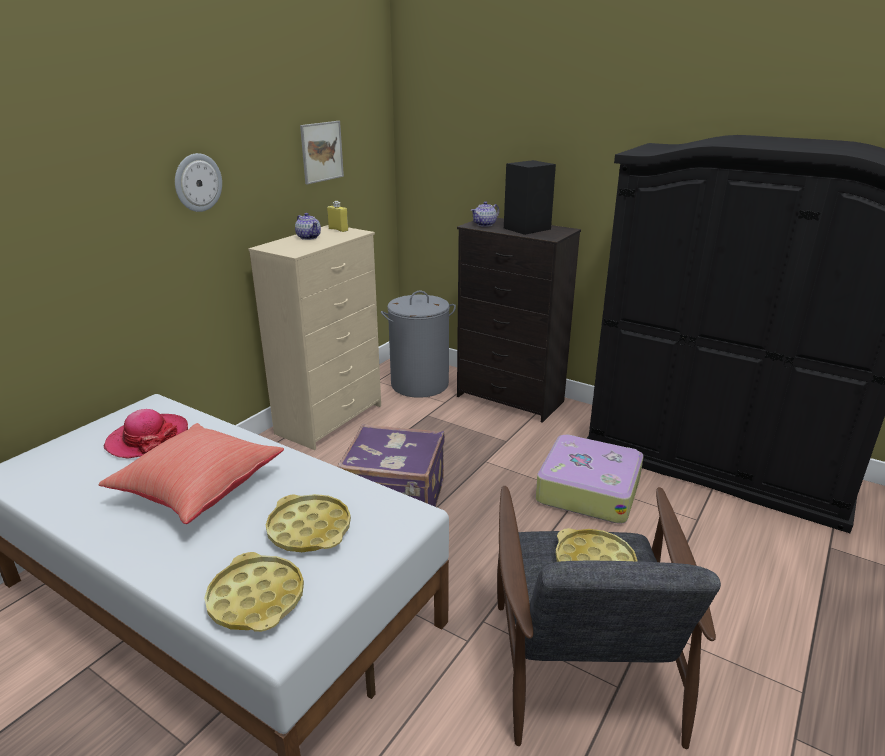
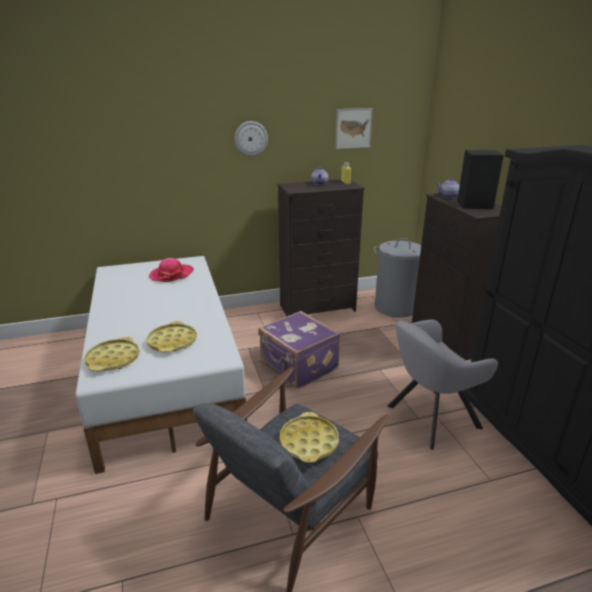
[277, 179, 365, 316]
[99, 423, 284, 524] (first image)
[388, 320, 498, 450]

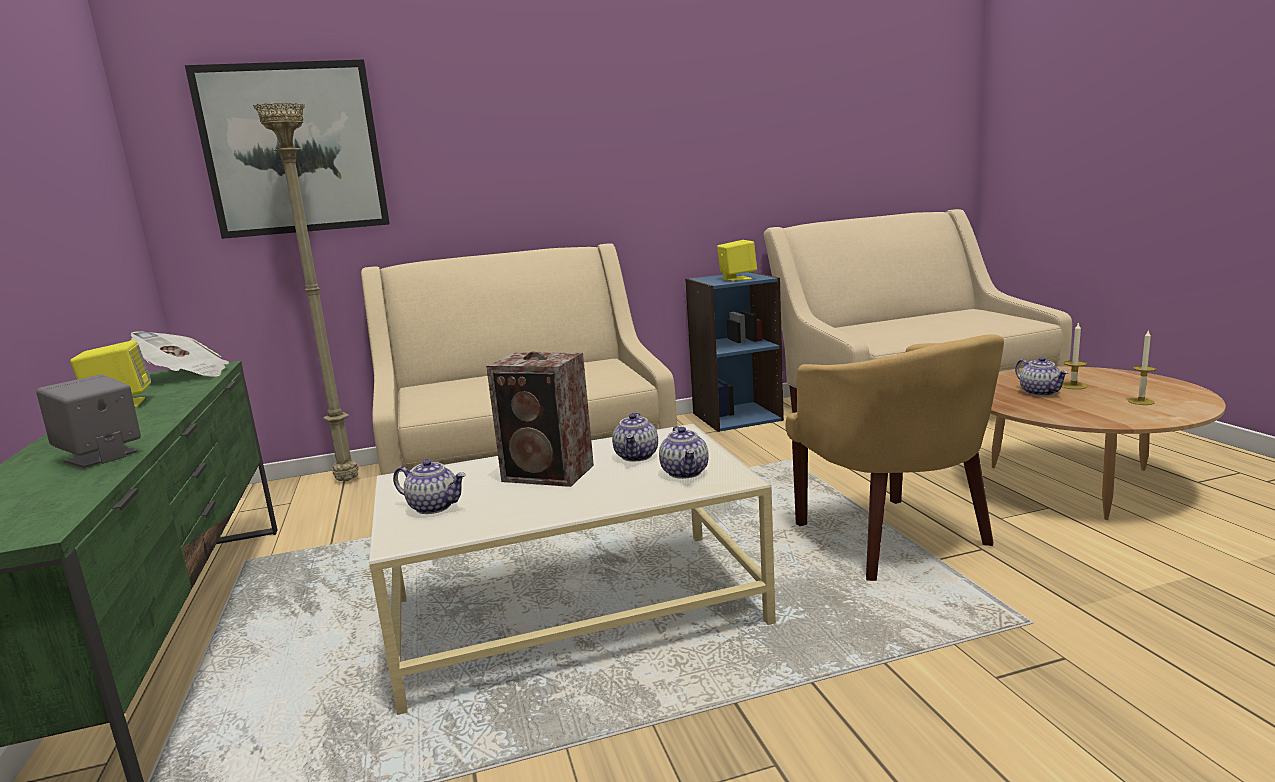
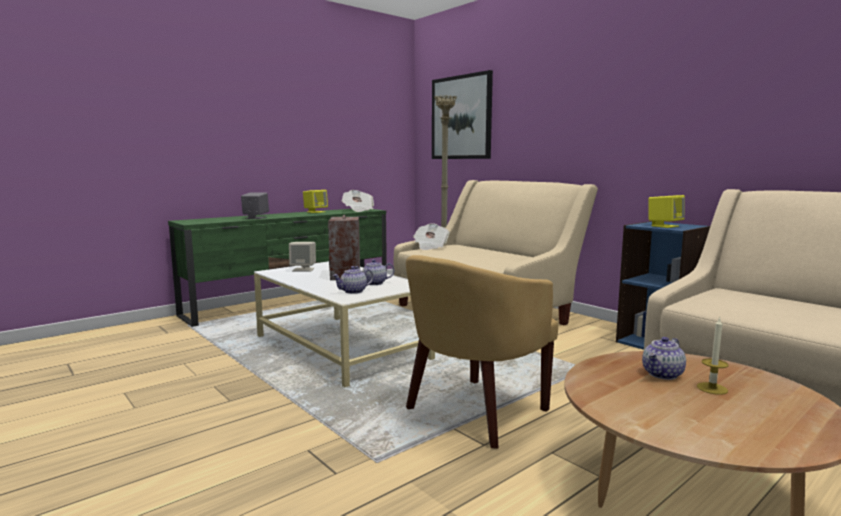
[1128, 330, 1156, 405] (first image)
[289, 242, 316, 272]
[413, 223, 450, 250]

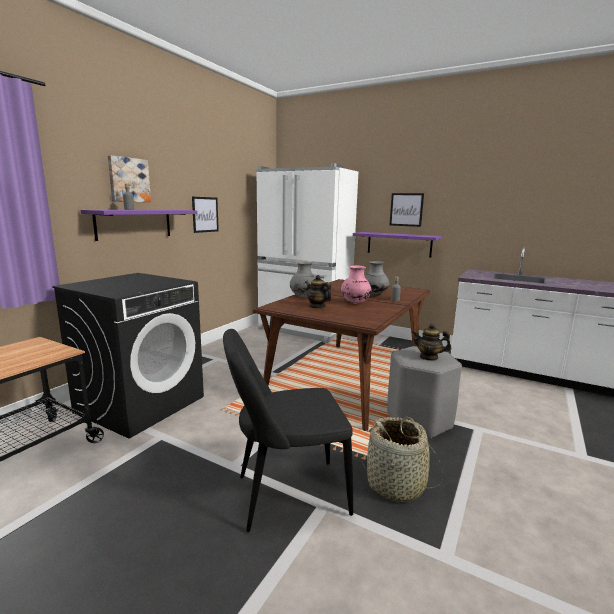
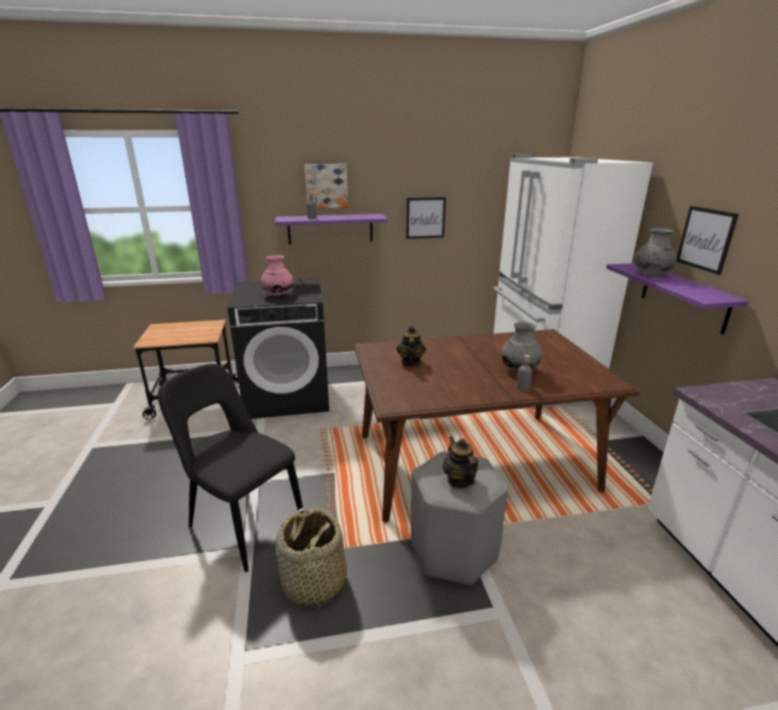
[635, 228, 677, 277]
[261, 255, 293, 296]

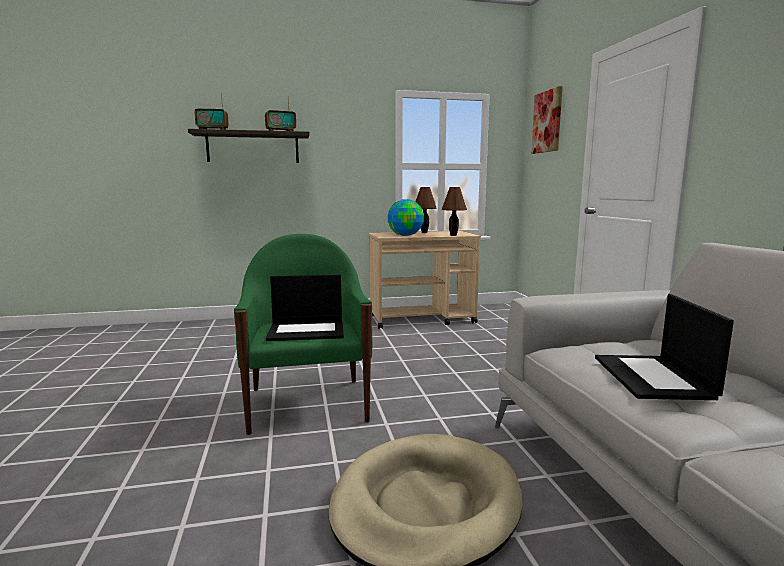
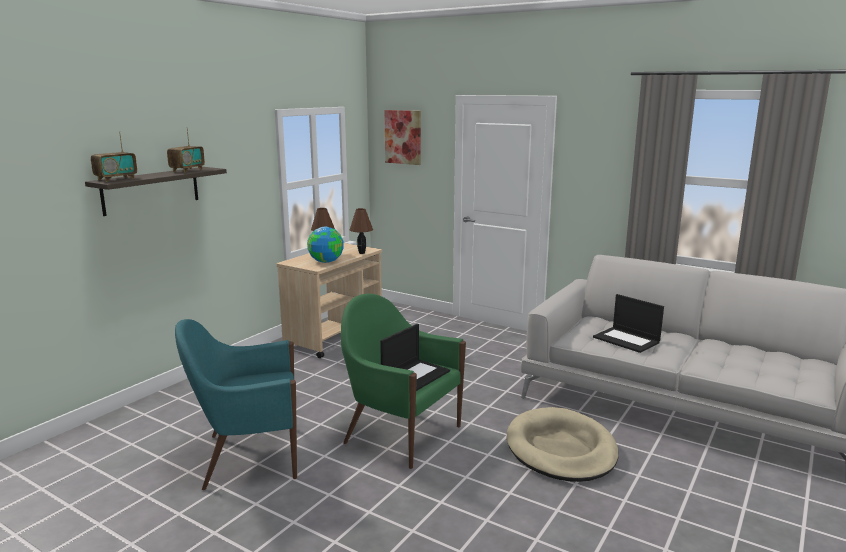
[175, 319, 297, 490]

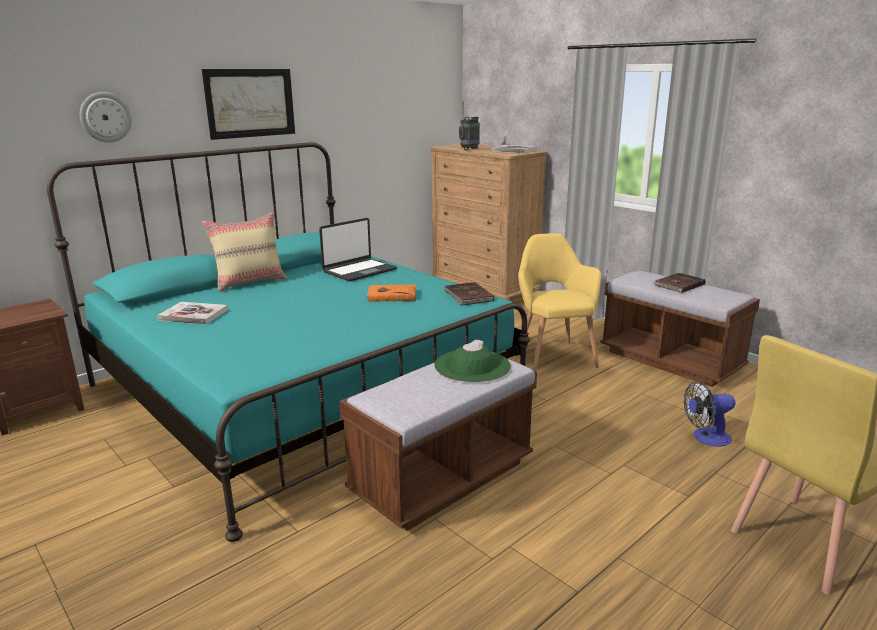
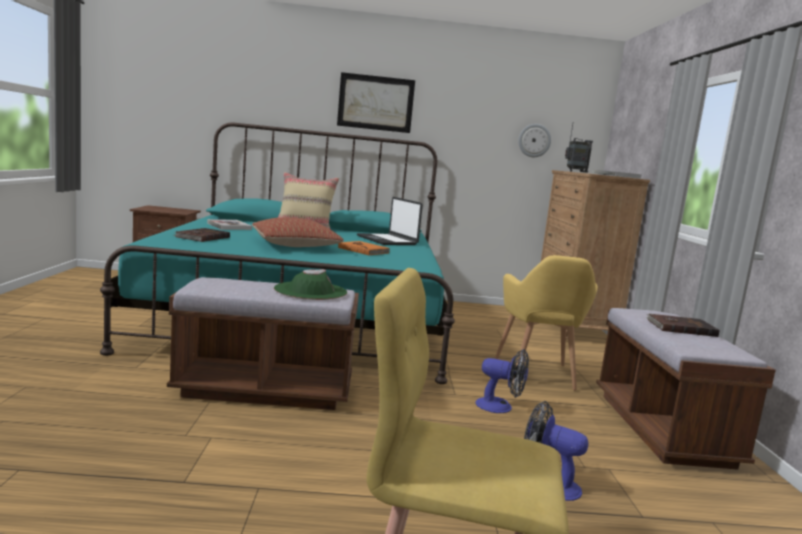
[518, 124, 551, 157]
[357, 197, 423, 245]
[495, 255, 598, 391]
[174, 228, 230, 242]
[252, 217, 344, 247]
[475, 349, 529, 413]

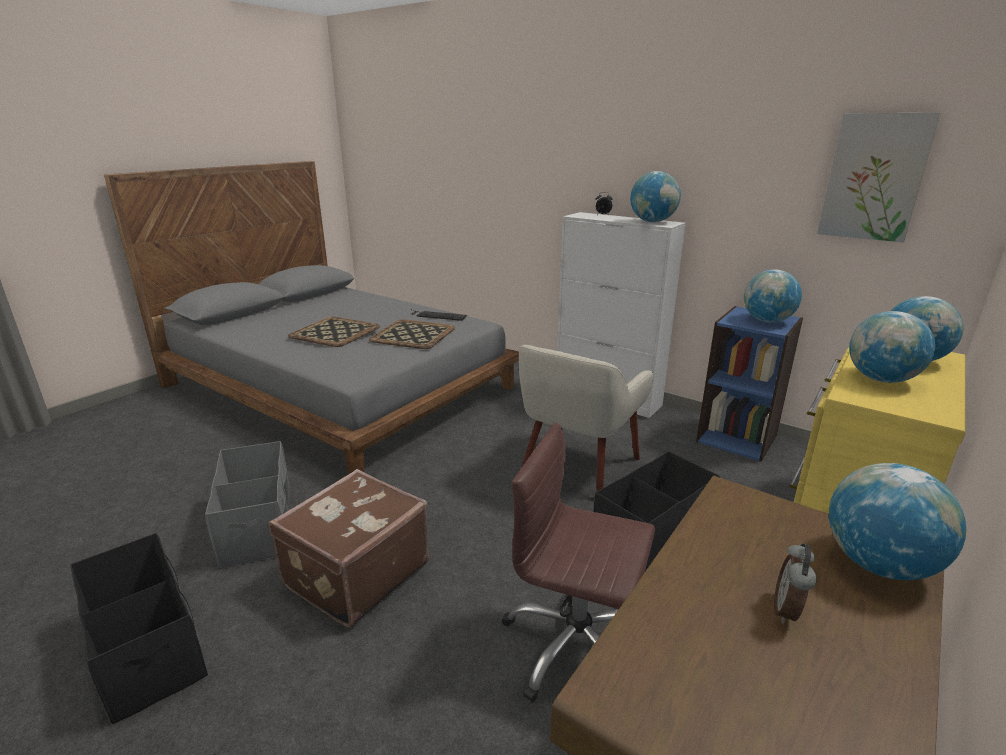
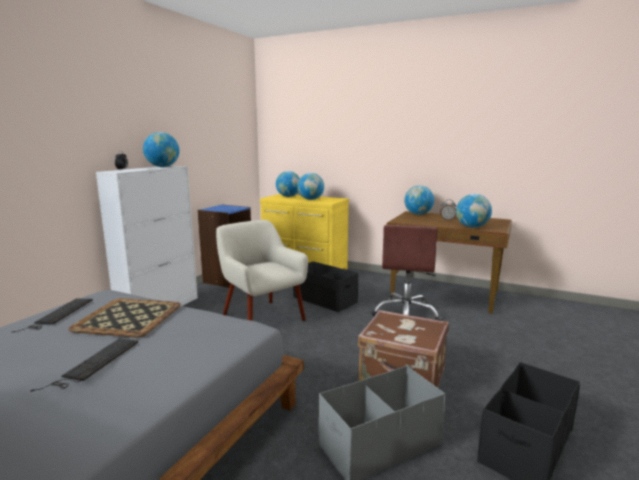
[817, 113, 941, 243] (first image)
[456, 194, 492, 228]
[30, 339, 138, 391]
[216, 220, 308, 321]

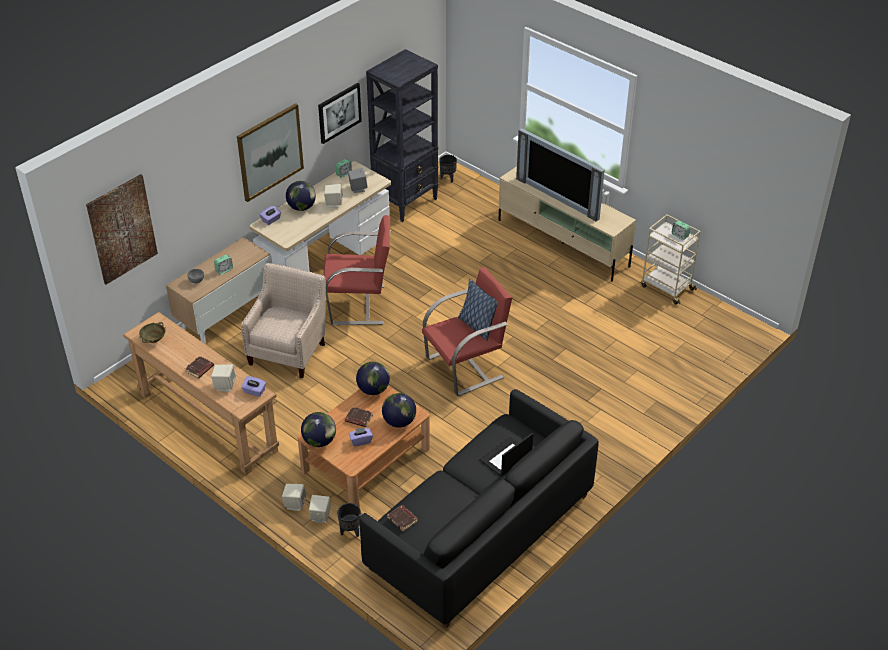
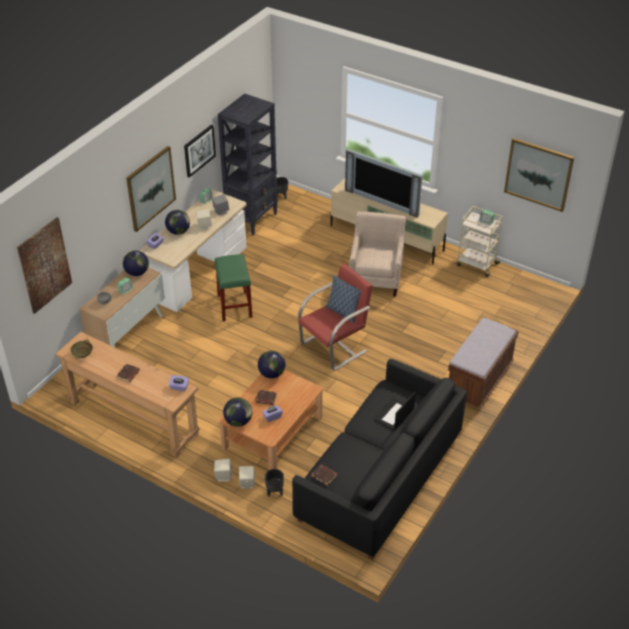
[215, 254, 252, 321]
[349, 211, 406, 297]
[211, 364, 236, 392] (first image)
[123, 251, 149, 276]
[504, 138, 574, 212]
[448, 317, 519, 409]

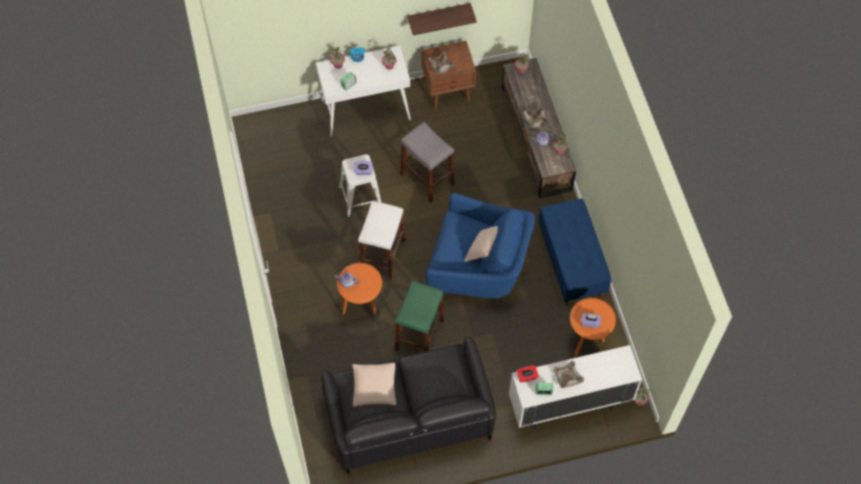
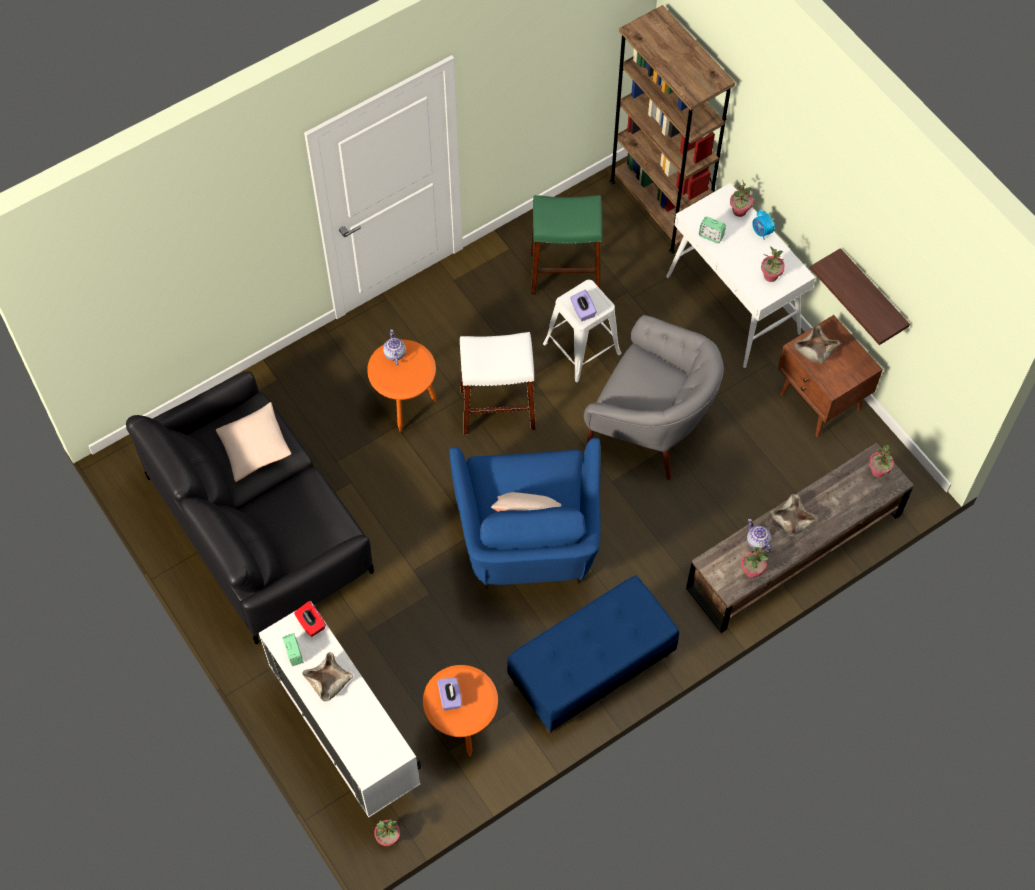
[584, 315, 724, 480]
[531, 195, 602, 295]
[610, 5, 735, 254]

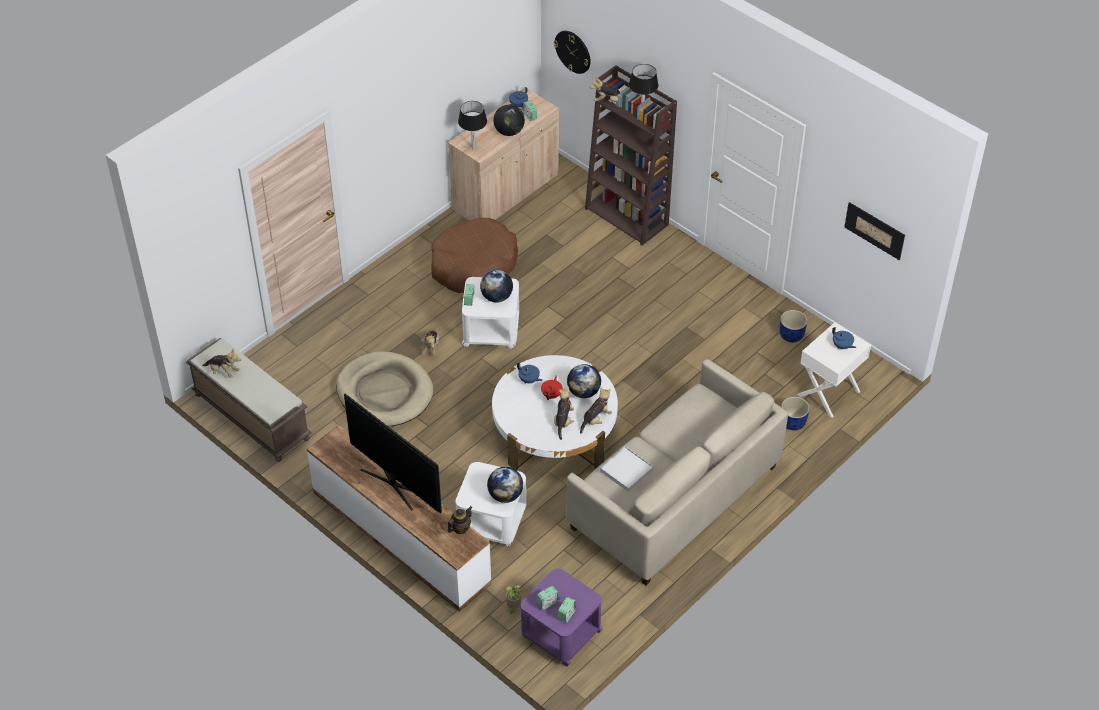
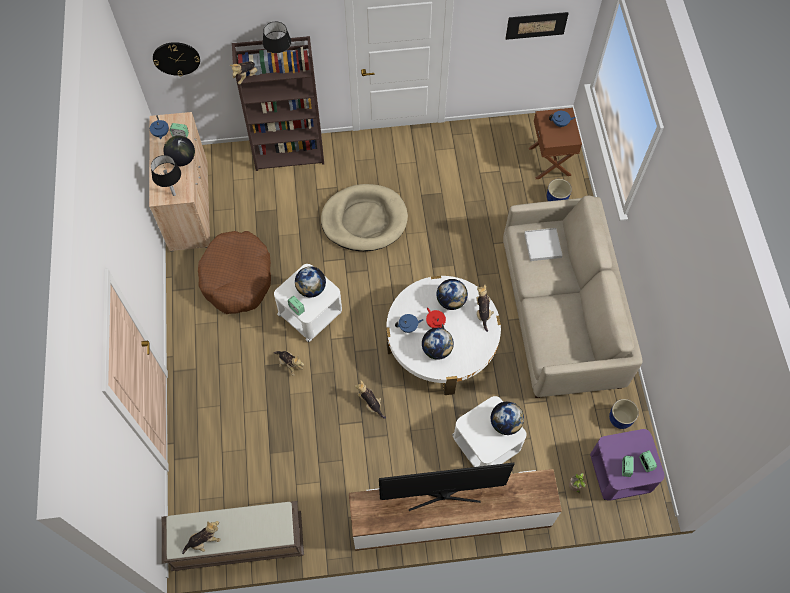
[609, 399, 639, 429]
[529, 108, 582, 179]
[321, 184, 408, 251]
[355, 380, 386, 419]
[524, 228, 563, 261]
[448, 506, 472, 534] (first image)
[422, 328, 454, 360]

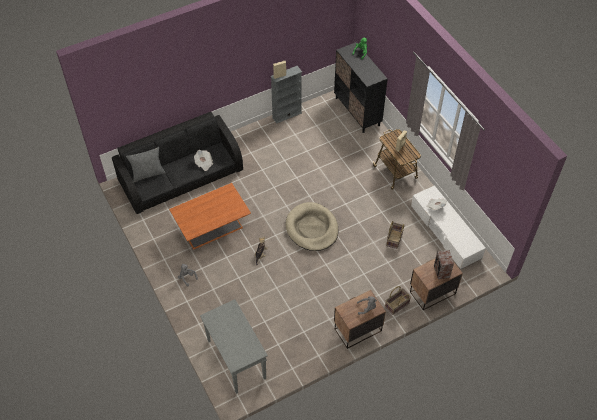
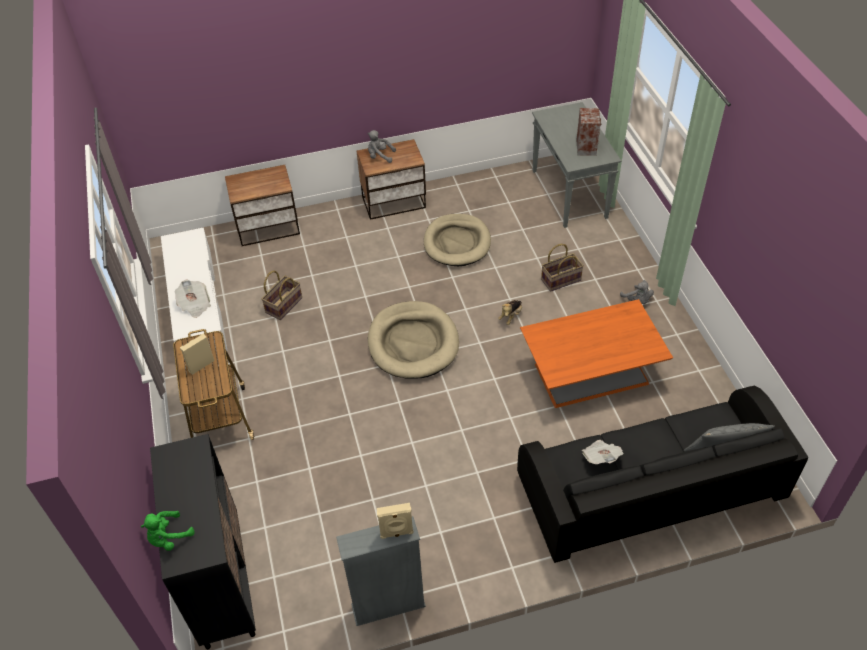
[577, 108, 601, 156]
[541, 244, 584, 292]
[424, 214, 491, 266]

